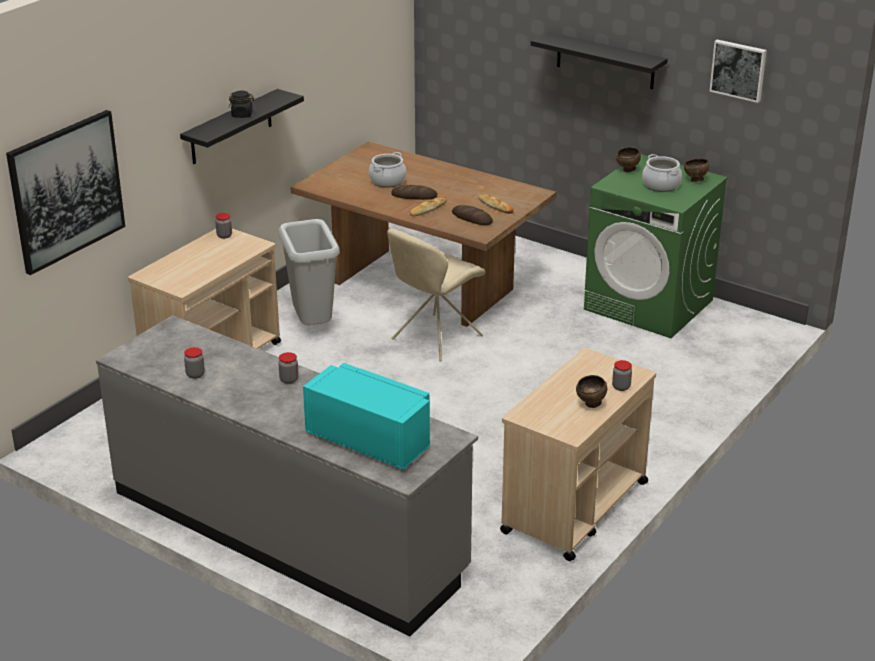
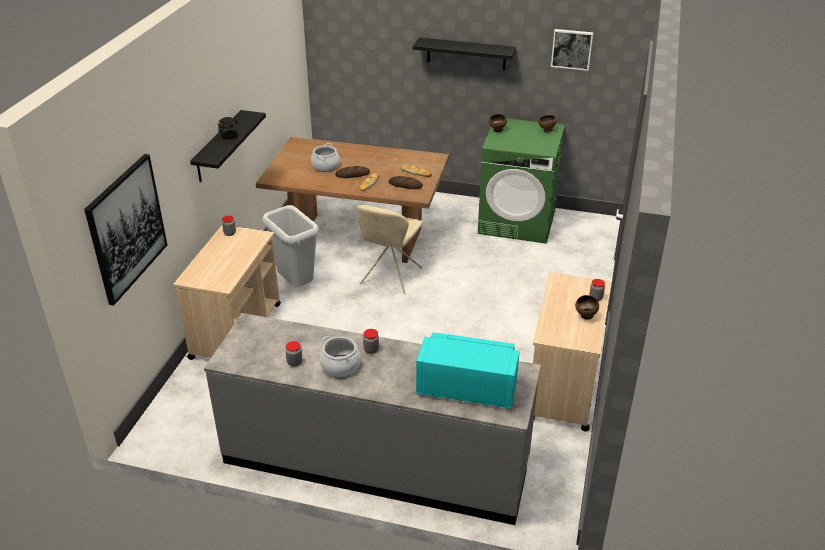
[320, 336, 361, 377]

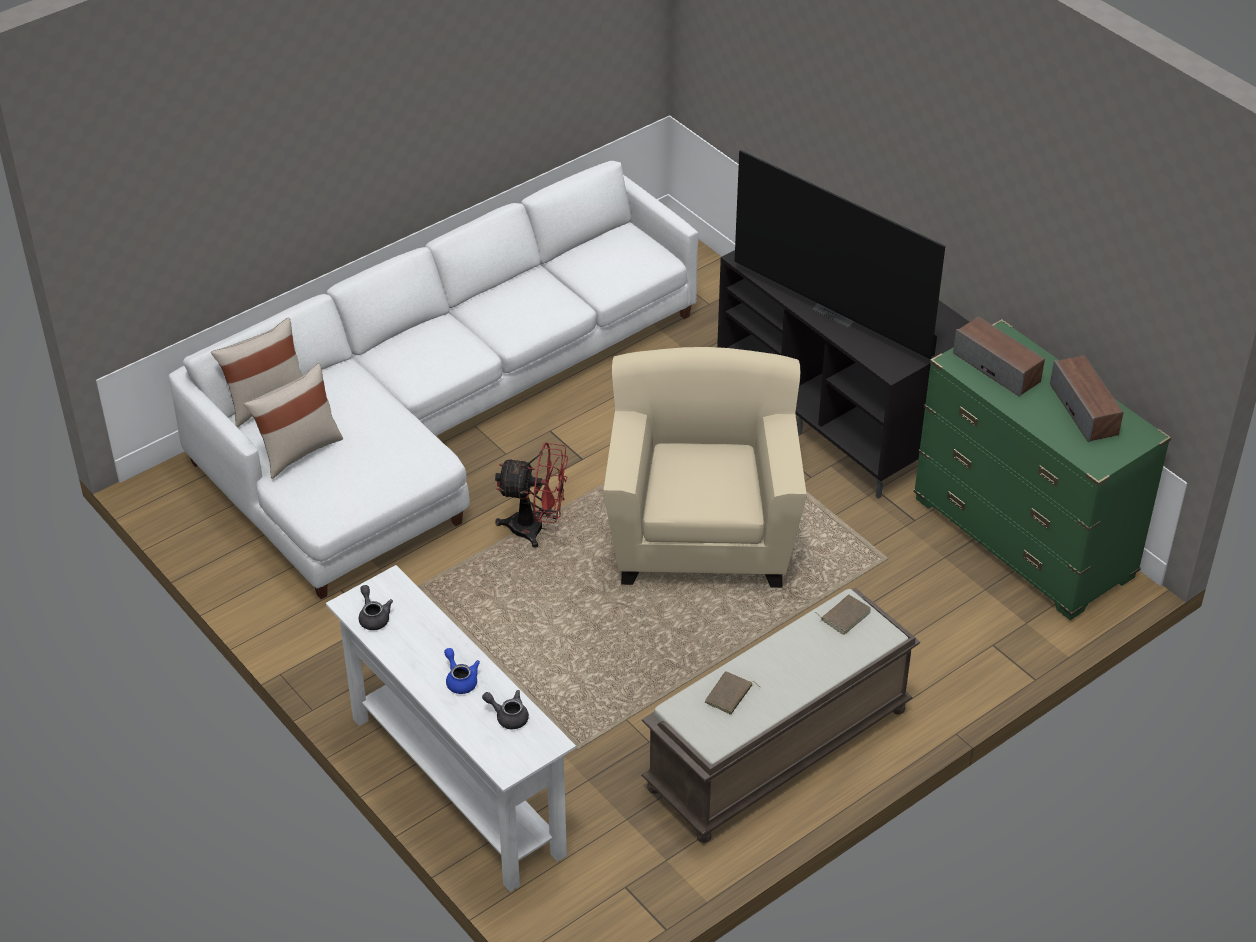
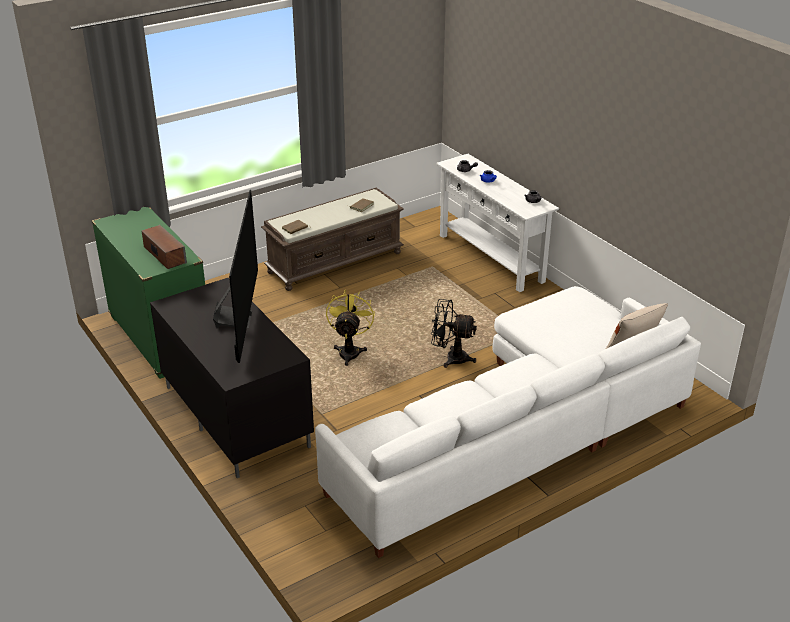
[213, 190, 258, 363]
[326, 290, 375, 366]
[1050, 355, 1124, 442] (first image)
[244, 363, 343, 479] (first image)
[431, 299, 477, 368]

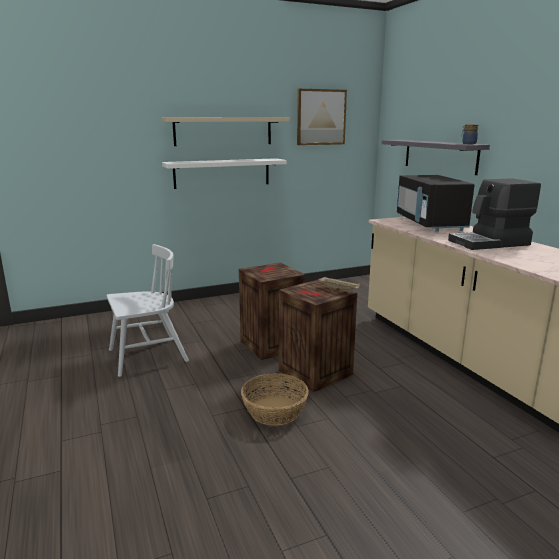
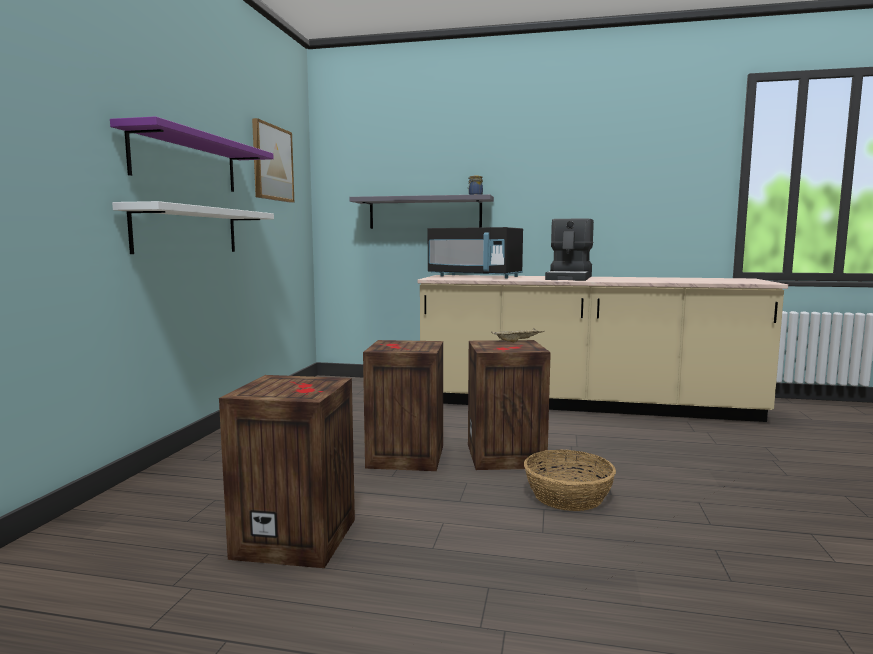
[110, 116, 274, 192]
[219, 375, 355, 568]

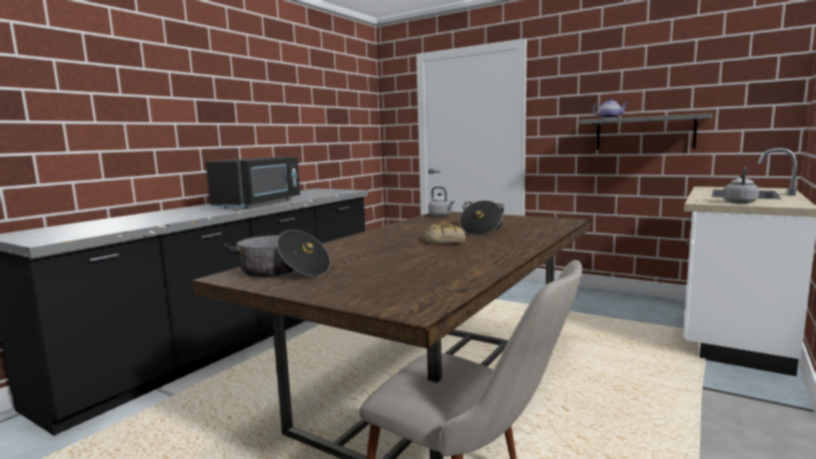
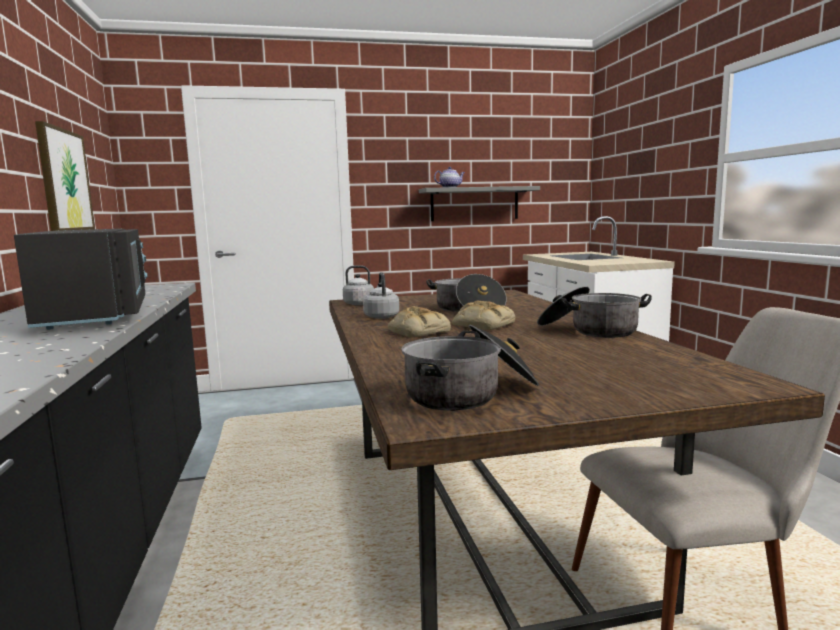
[363, 272, 399, 319]
[35, 121, 95, 231]
[537, 286, 652, 338]
[388, 306, 451, 338]

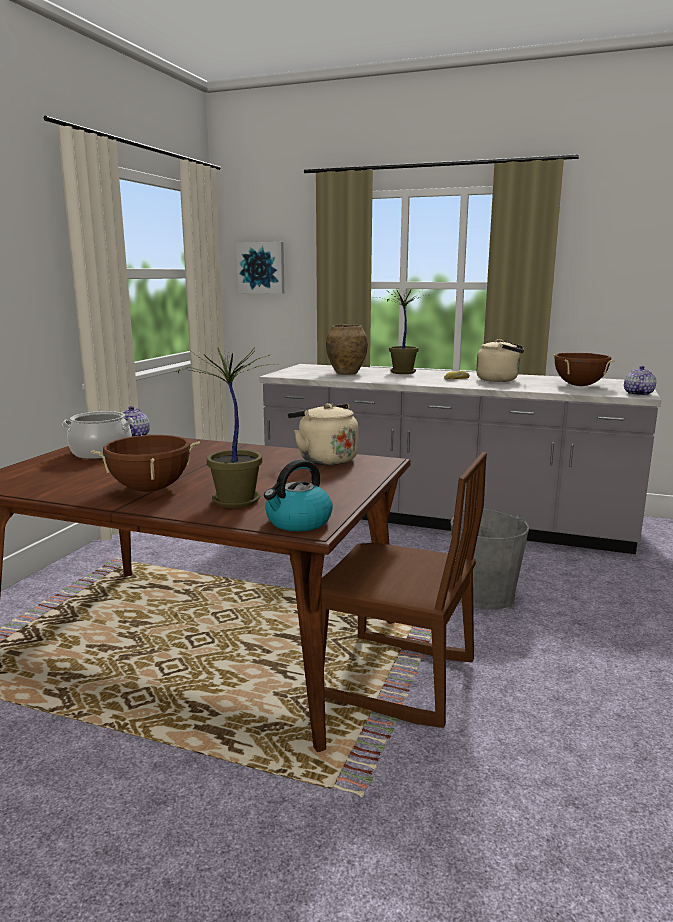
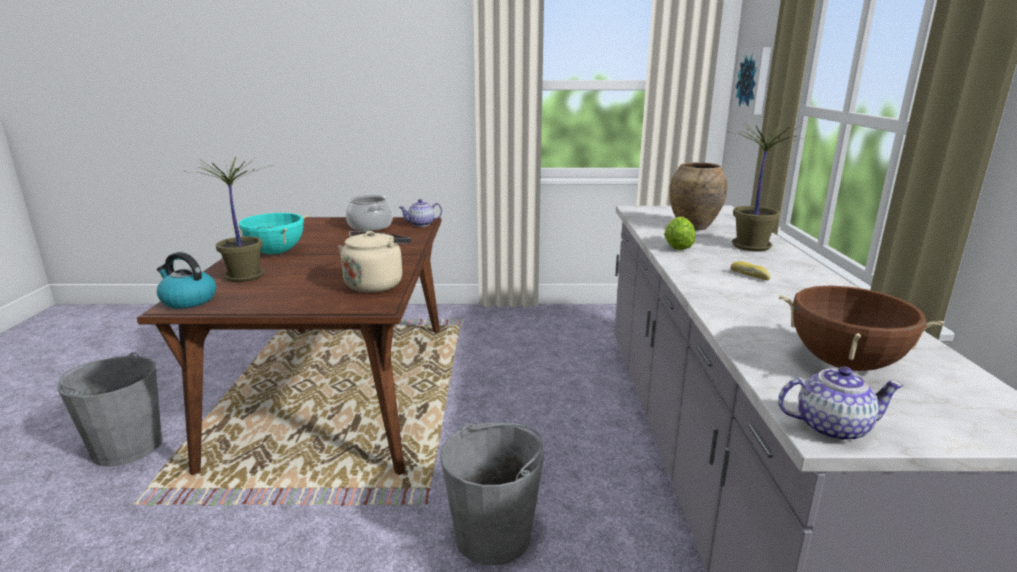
[476, 339, 524, 382] (first image)
[232, 213, 308, 254]
[321, 452, 487, 728] (first image)
[664, 216, 695, 250]
[57, 352, 163, 467]

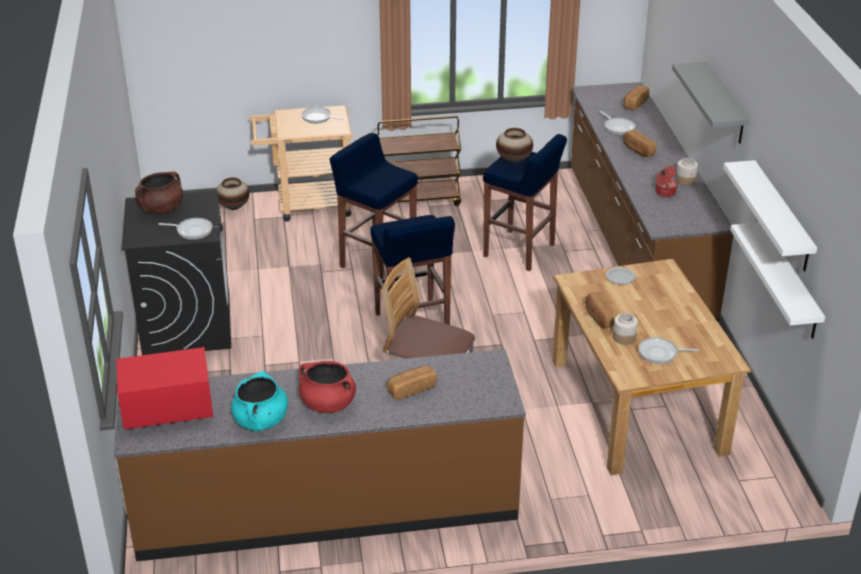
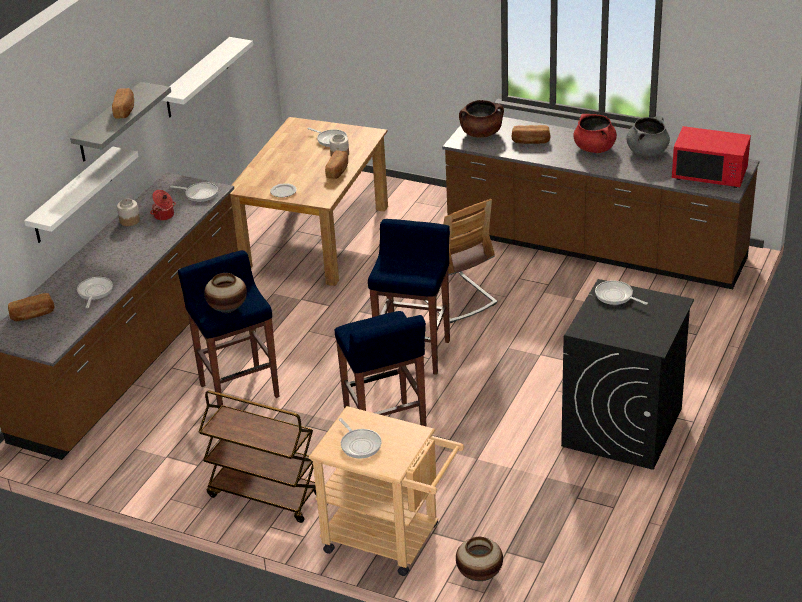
[112, 88, 134, 118]
[459, 100, 504, 138]
[24, 146, 138, 243]
[626, 116, 670, 156]
[170, 182, 218, 202]

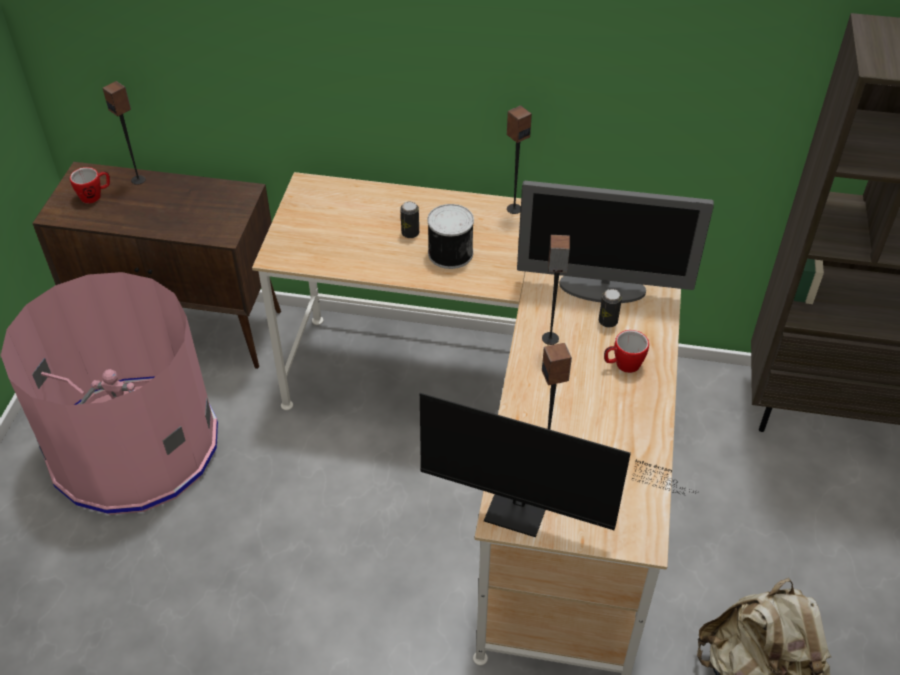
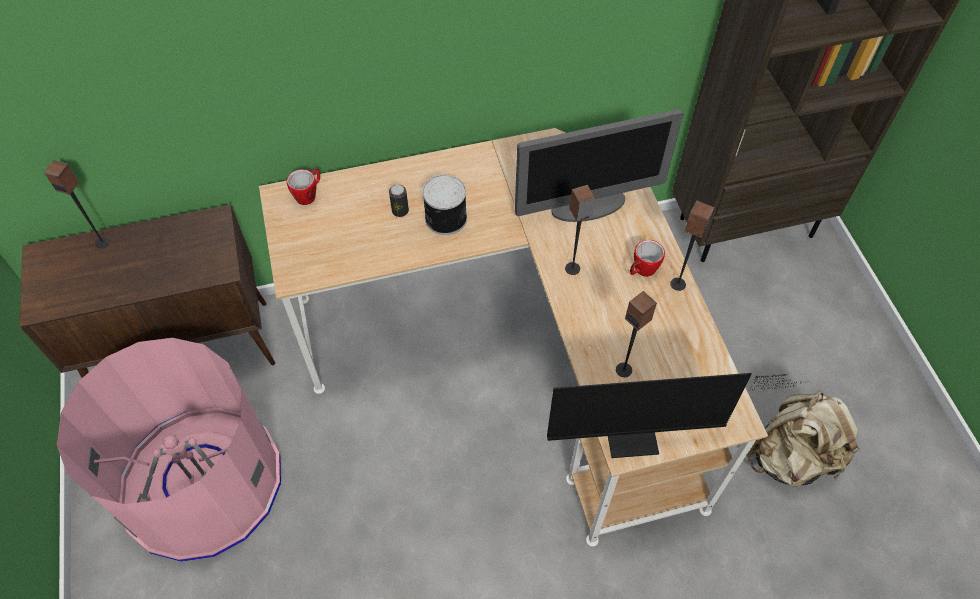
[670, 201, 714, 291]
[287, 169, 320, 205]
[599, 289, 622, 327] (first image)

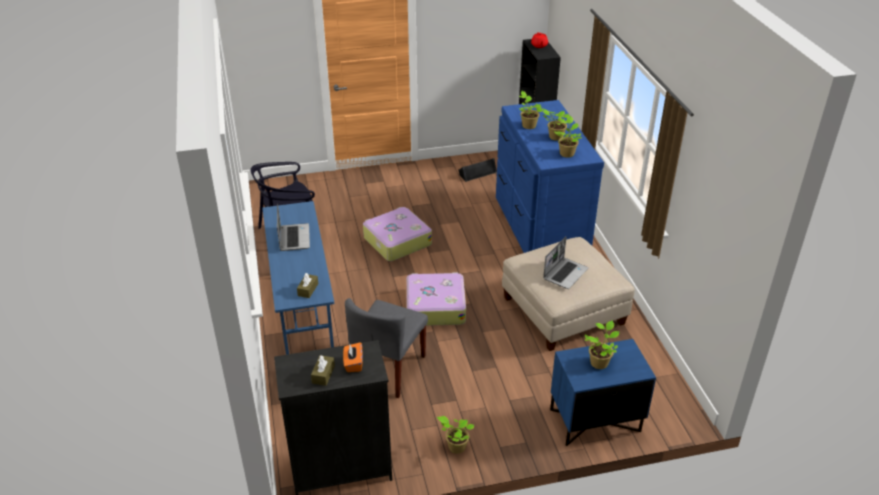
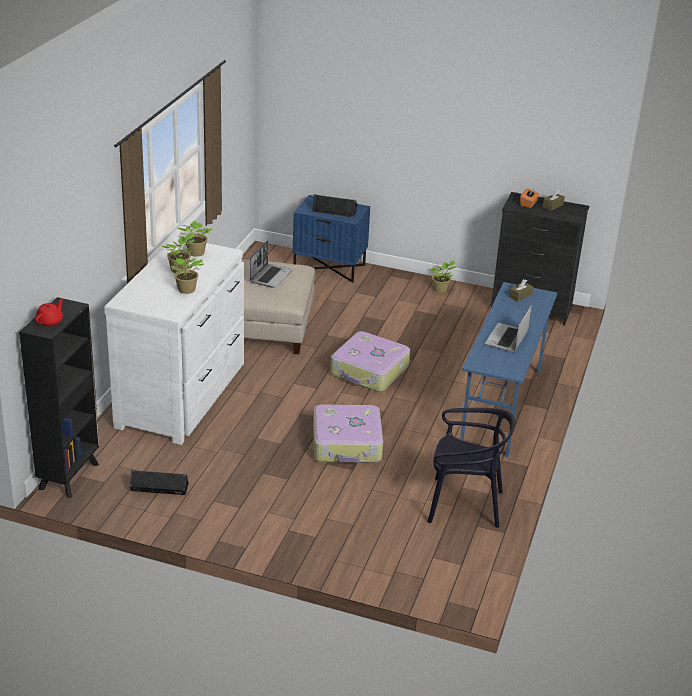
[104, 237, 244, 445]
[250, 240, 292, 288]
[345, 298, 428, 398] (first image)
[311, 194, 357, 218]

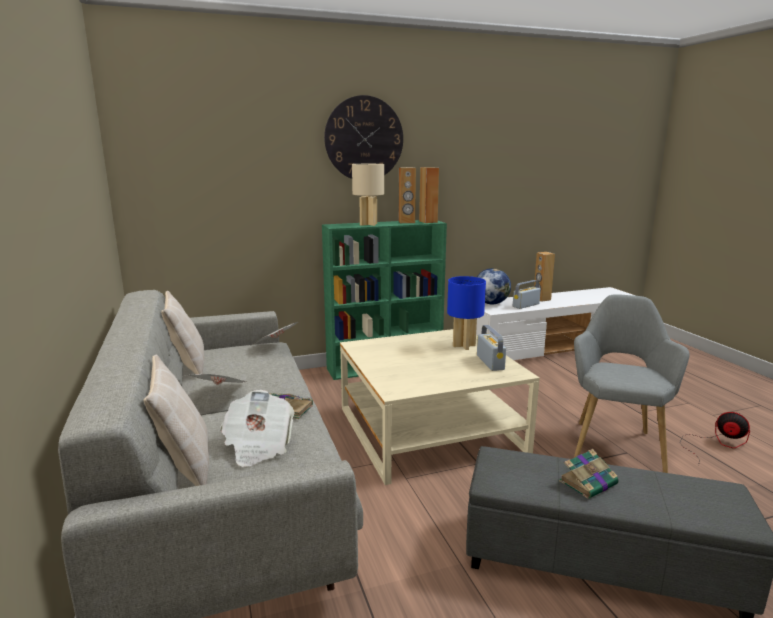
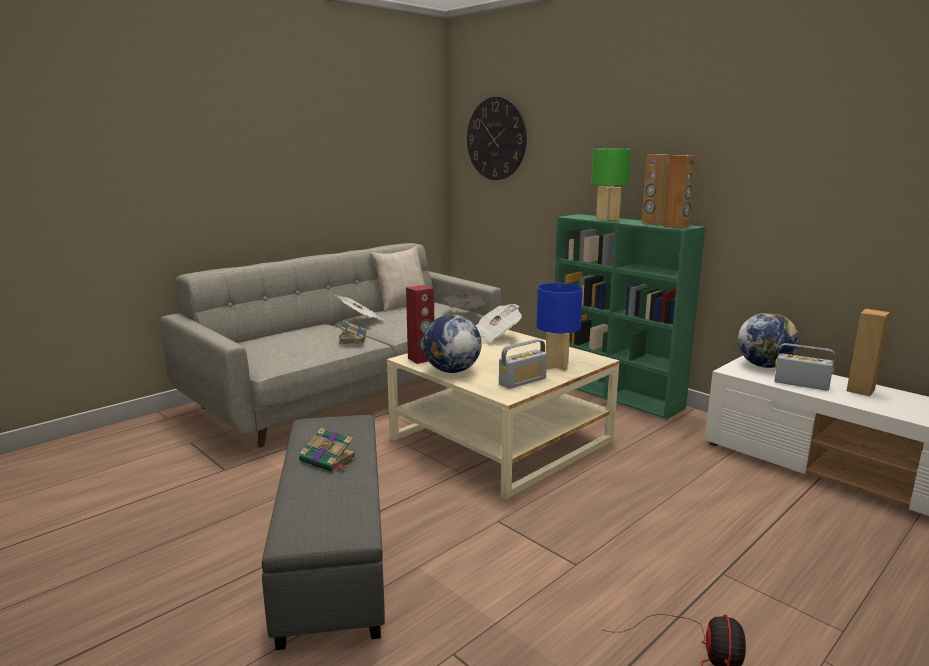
[467, 97, 527, 180]
[591, 149, 631, 221]
[574, 294, 690, 473] (first image)
[144, 355, 209, 486] (first image)
[475, 304, 522, 342]
[406, 285, 434, 364]
[423, 314, 482, 373]

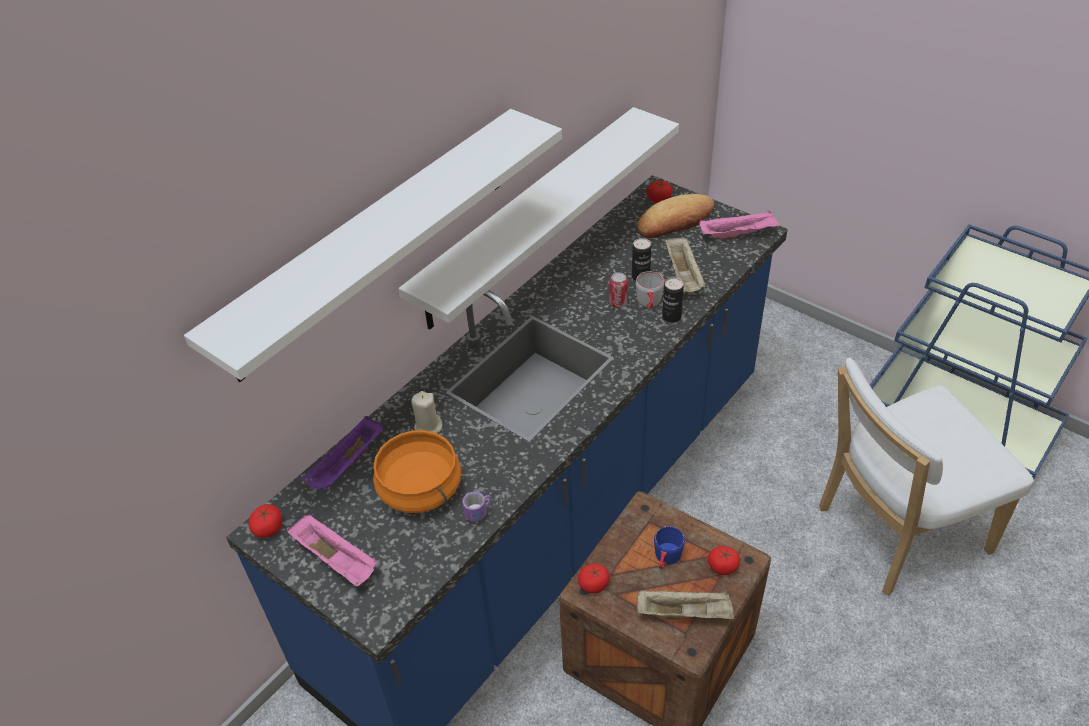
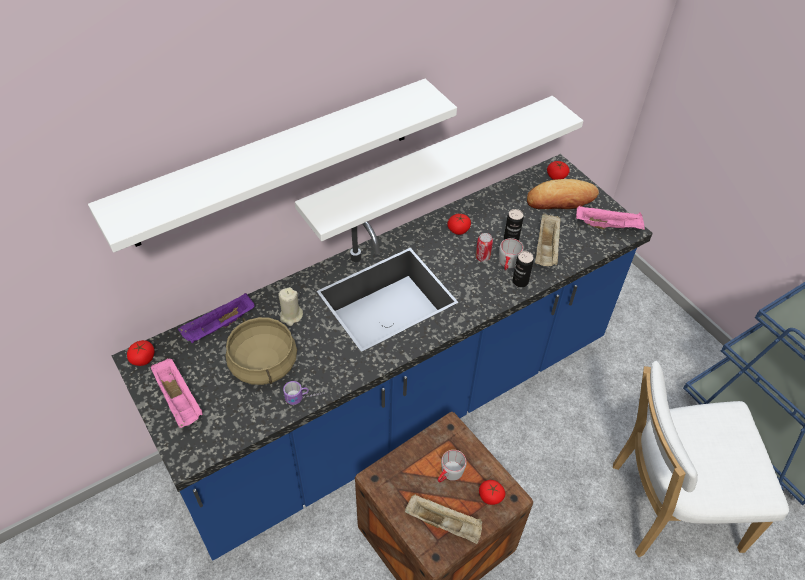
[226, 317, 297, 385]
[438, 450, 467, 482]
[447, 214, 471, 235]

